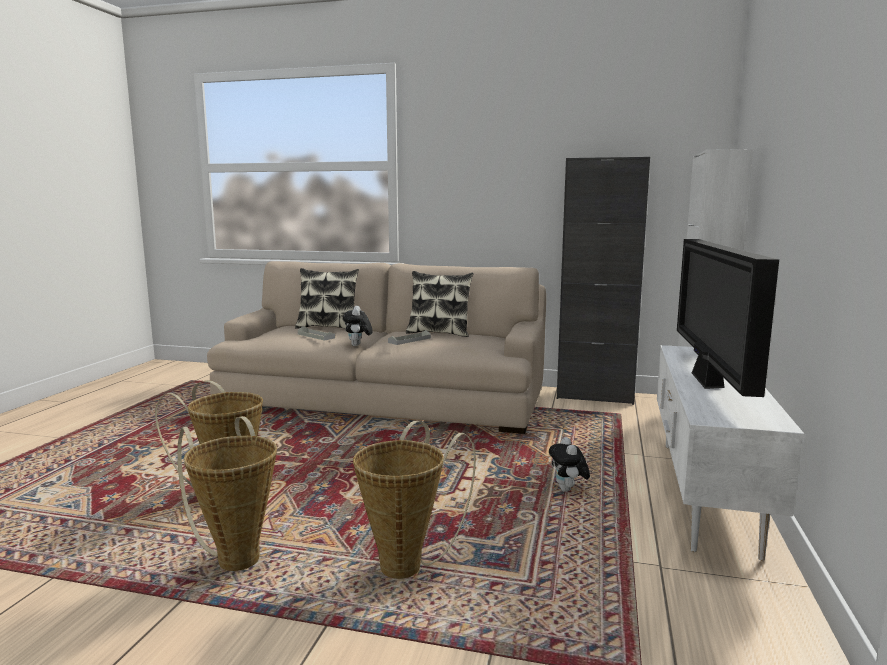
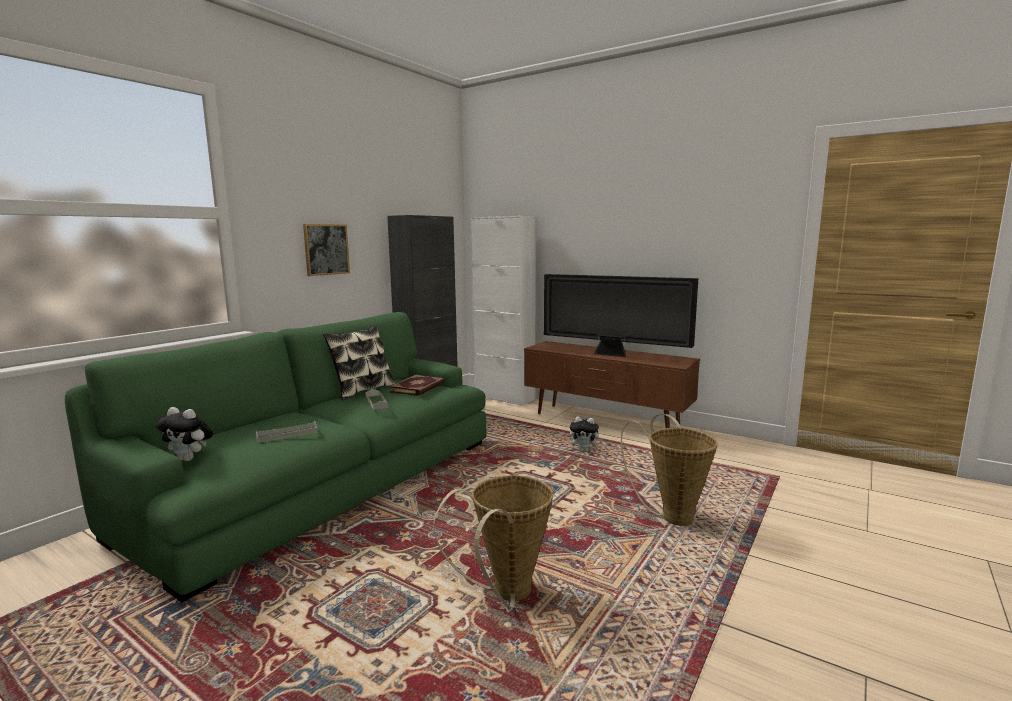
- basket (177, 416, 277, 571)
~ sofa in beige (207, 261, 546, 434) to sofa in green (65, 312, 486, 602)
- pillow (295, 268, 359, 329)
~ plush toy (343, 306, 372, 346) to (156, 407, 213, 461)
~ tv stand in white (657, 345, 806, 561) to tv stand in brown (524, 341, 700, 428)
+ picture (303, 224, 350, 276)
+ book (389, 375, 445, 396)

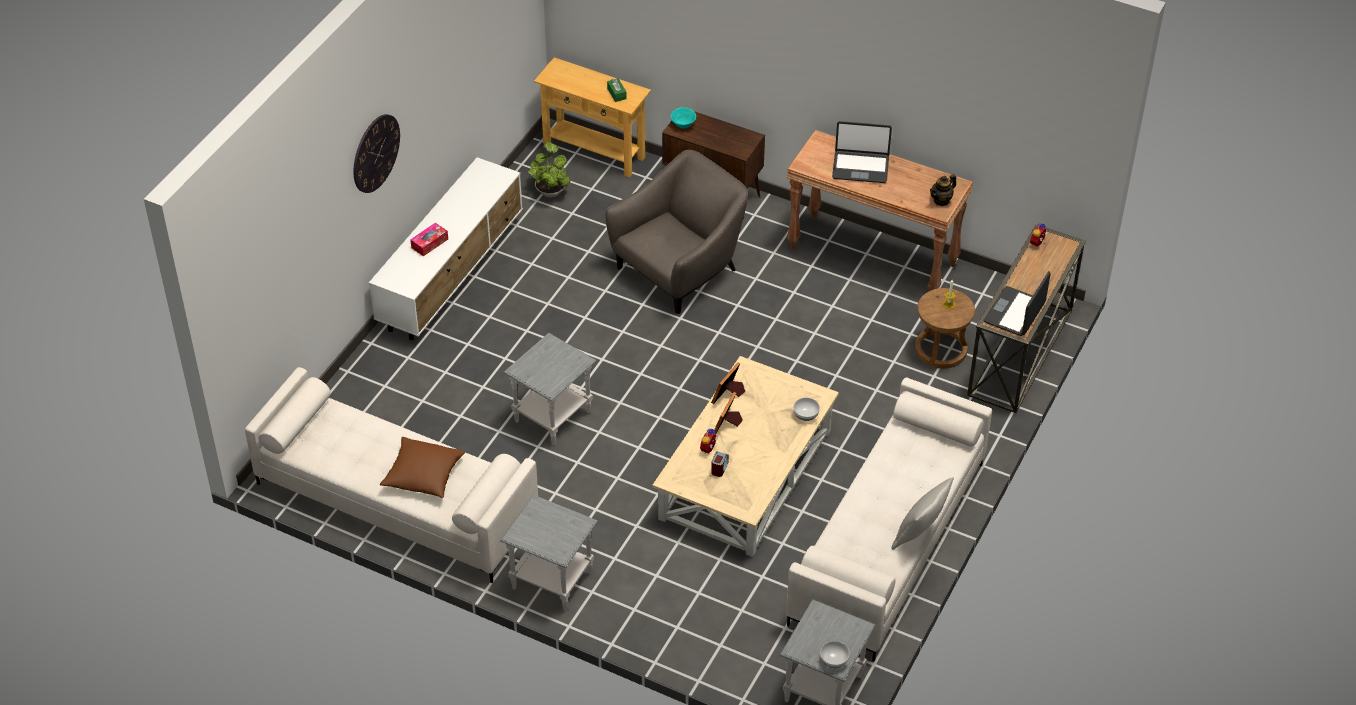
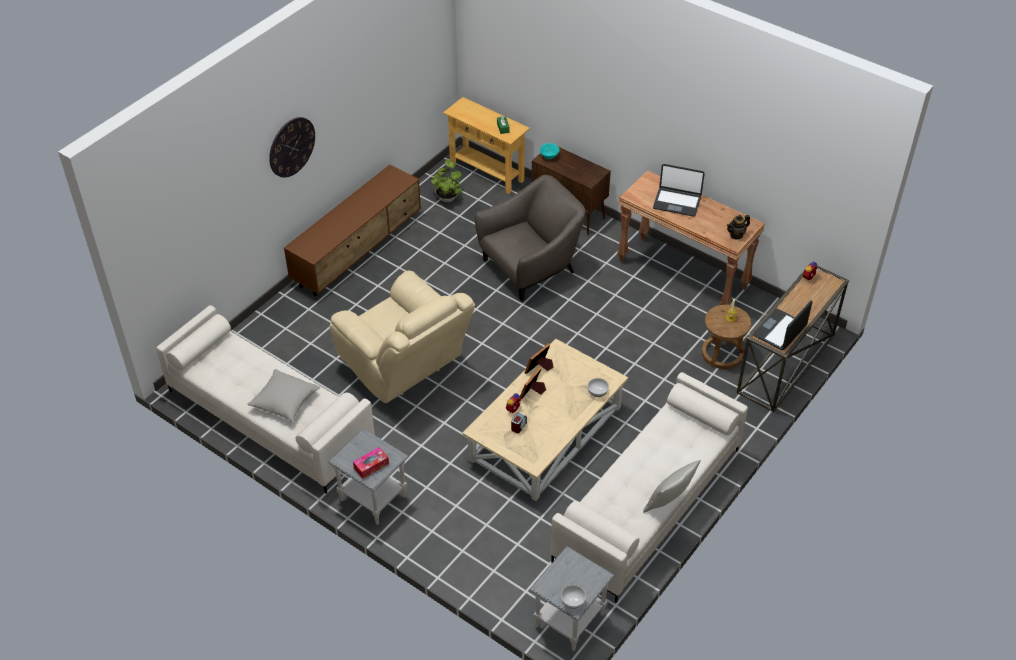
~ tv stand in white (369, 157, 523, 340) to tv stand in brown (284, 165, 421, 296)
~ pillow in brown (380, 437, 465, 498) to pillow in grey (247, 369, 320, 422)
~ tissue box (410, 223, 448, 256) to (353, 447, 389, 479)
~ side table in grey (503, 333, 597, 445) to armchair in beige (330, 271, 475, 403)

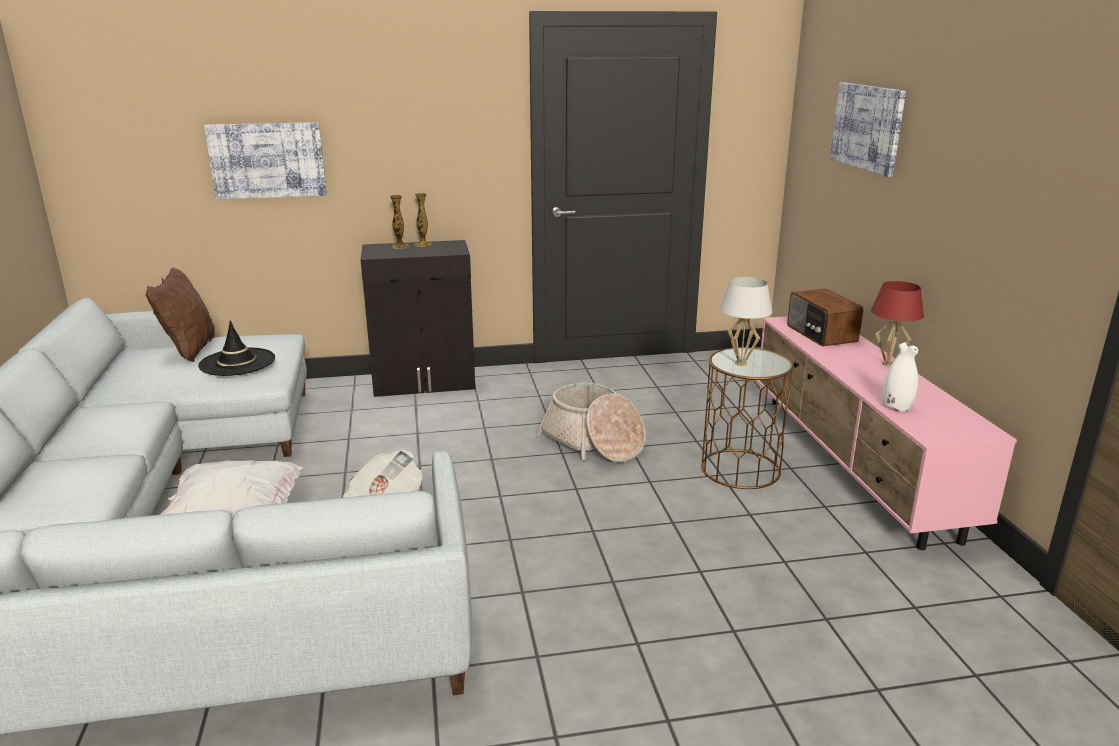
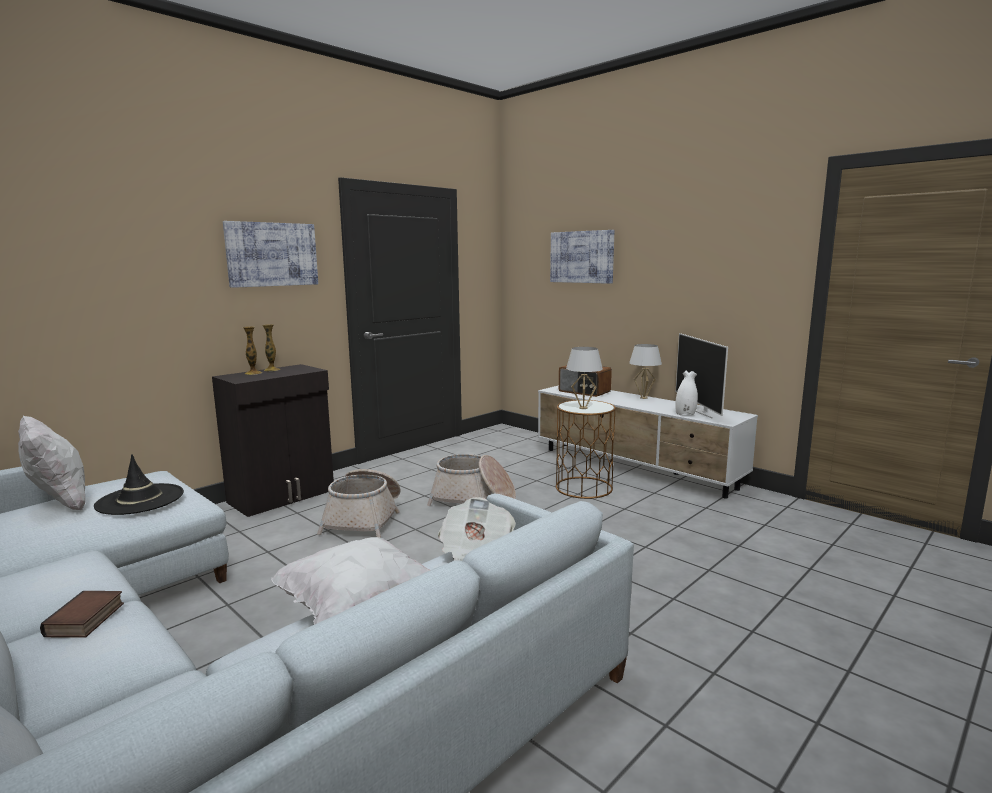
~ pillow in brown (146, 267, 215, 362) to pillow in white (18, 416, 85, 510)
~ picture (204, 122, 327, 199) to (223, 221, 318, 288)
~ tv stand in pink (757, 316, 1017, 550) to tv stand in white (538, 385, 758, 499)
~ table lamp in red (871, 281, 924, 367) to table lamp in white (629, 344, 662, 399)
+ book (40, 591, 124, 638)
+ basket (317, 469, 401, 538)
+ television (676, 333, 728, 419)

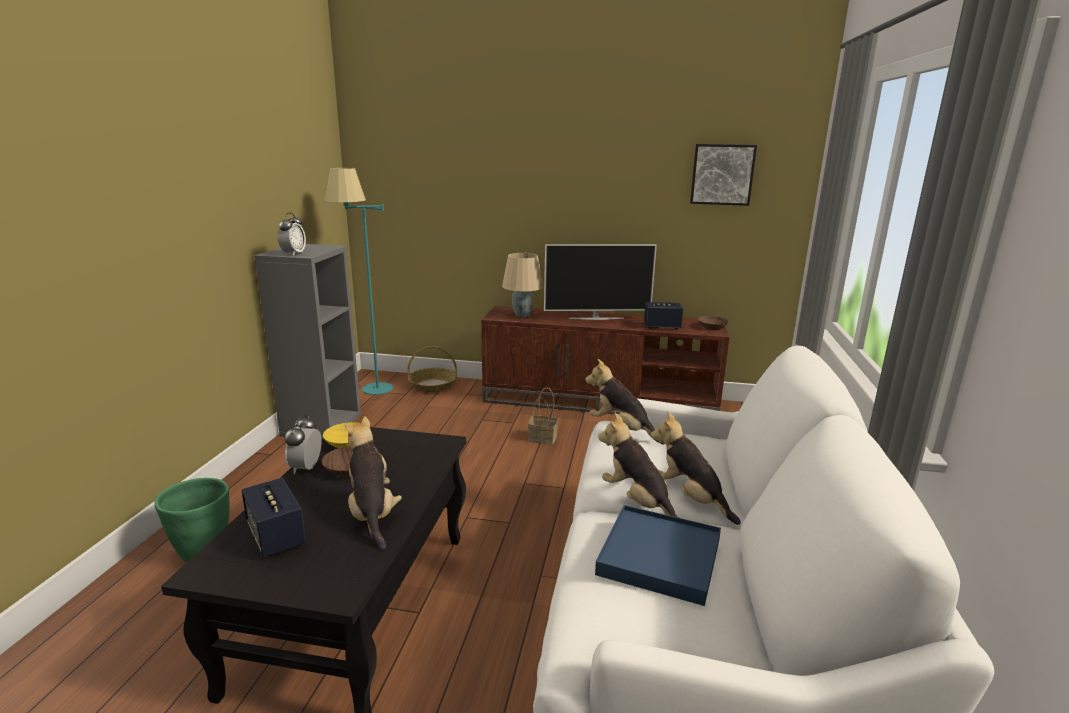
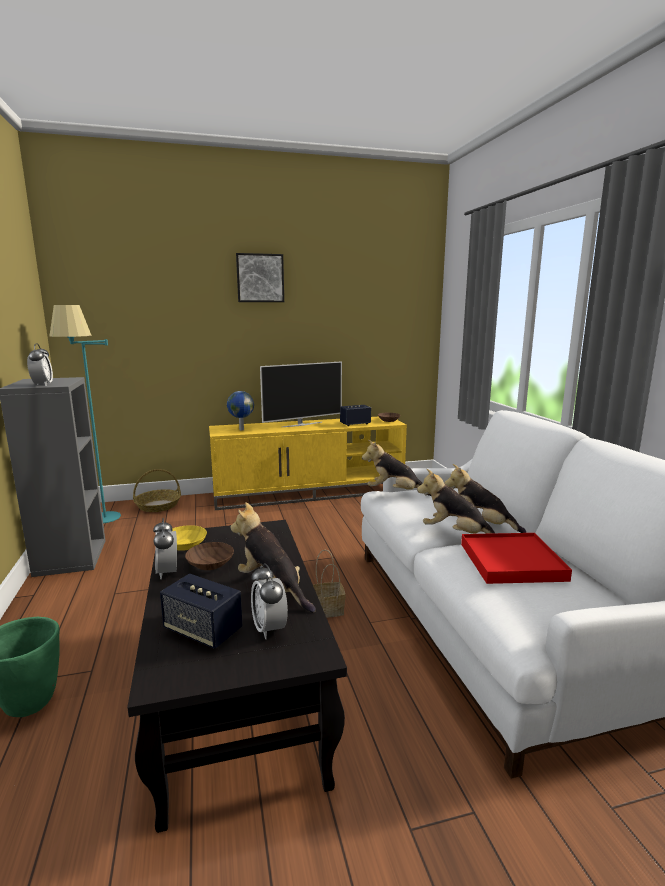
~ tv stand in brown (481, 306, 729, 415) to tv stand in yellow (209, 417, 407, 510)
~ table lamp in beige (502, 253, 543, 318) to globe (227, 391, 254, 430)
~ basket (528, 388, 558, 445) to (313, 550, 346, 618)
~ tray in blue (595, 505, 721, 606) to tray in red (461, 533, 572, 584)
~ picture (690, 144, 757, 206) to (236, 253, 284, 302)
+ alarm clock (251, 563, 288, 639)

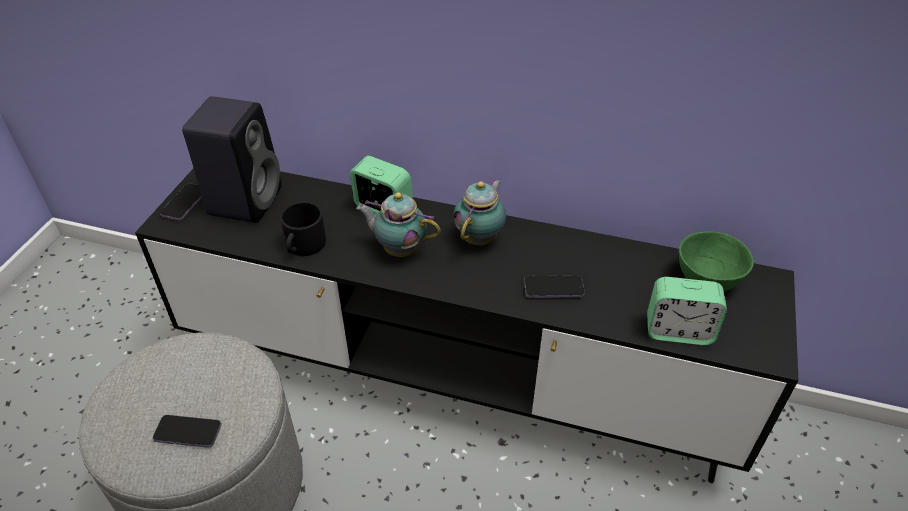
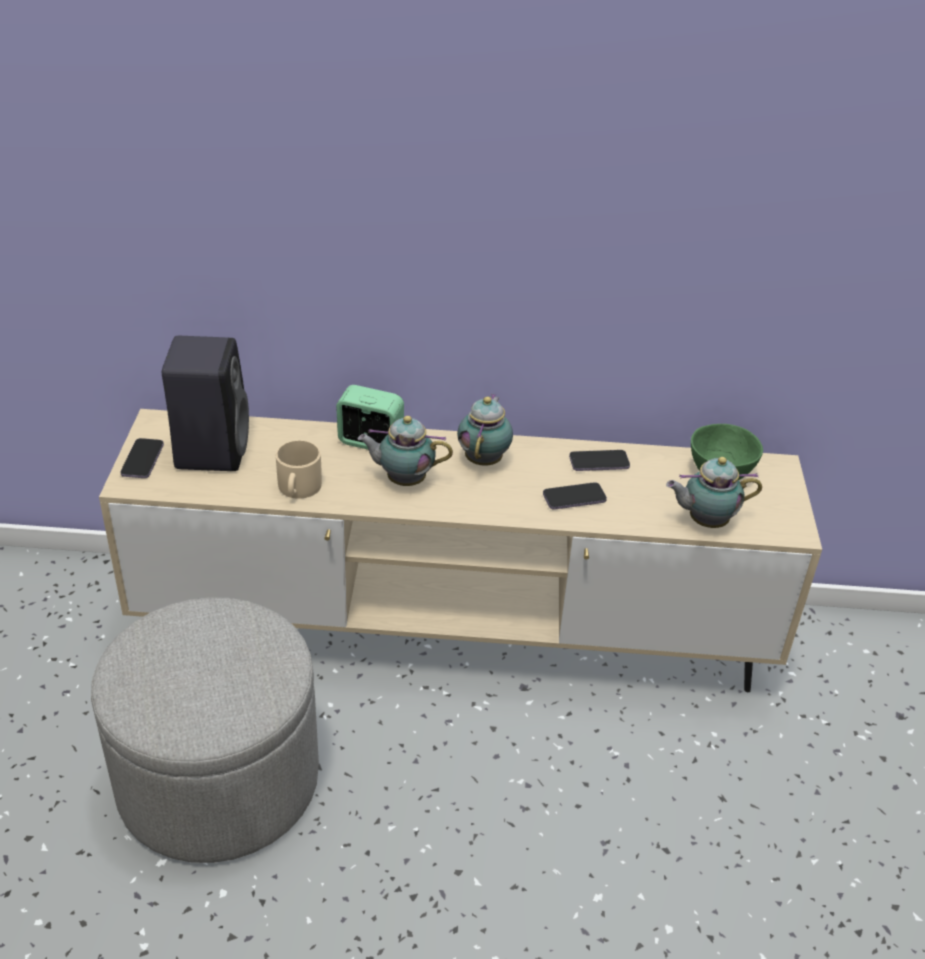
~ tv stand in black (135, 168, 799, 483) to tv stand in beige (99, 409, 822, 692)
~ phone (153, 415, 221, 448) to (569, 450, 630, 471)
~ mug in black (281, 203, 326, 256) to mug in beige (276, 441, 322, 499)
~ alarm clock (647, 277, 727, 345) to teapot (666, 457, 762, 528)

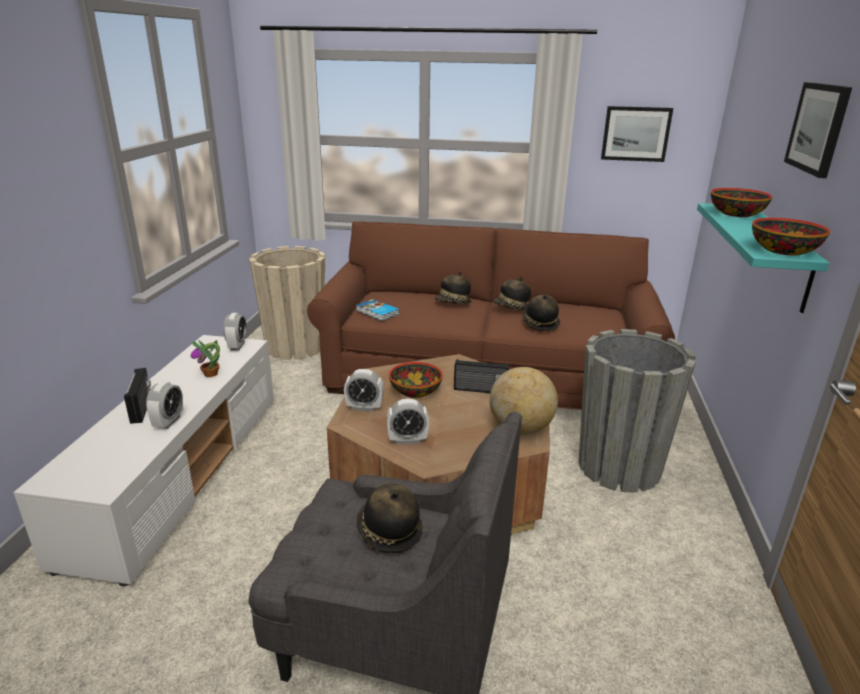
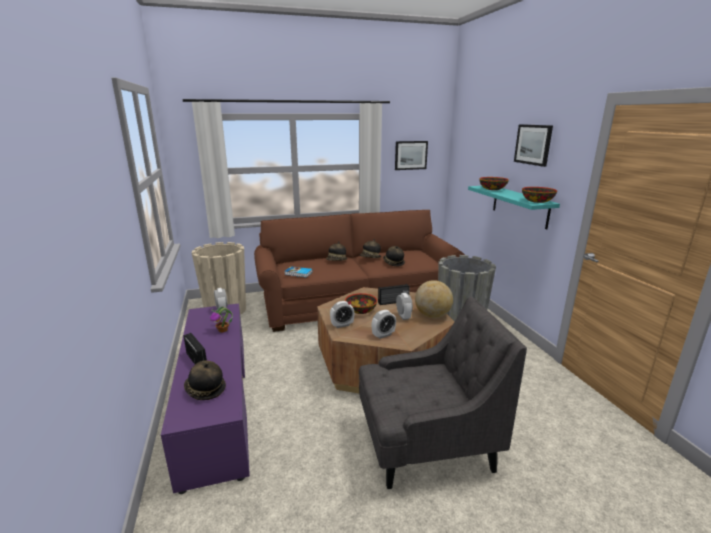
~ tv stand in white (13, 335, 274, 586) to tv stand in purple (161, 303, 250, 494)
~ alarm clock (146, 381, 183, 429) to (396, 293, 413, 320)
~ hat (357, 483, 423, 554) to (184, 360, 226, 400)

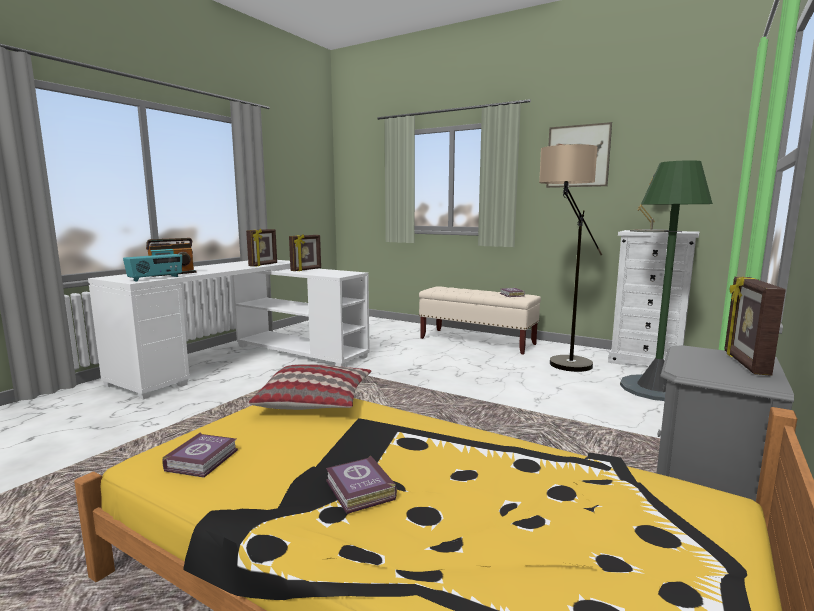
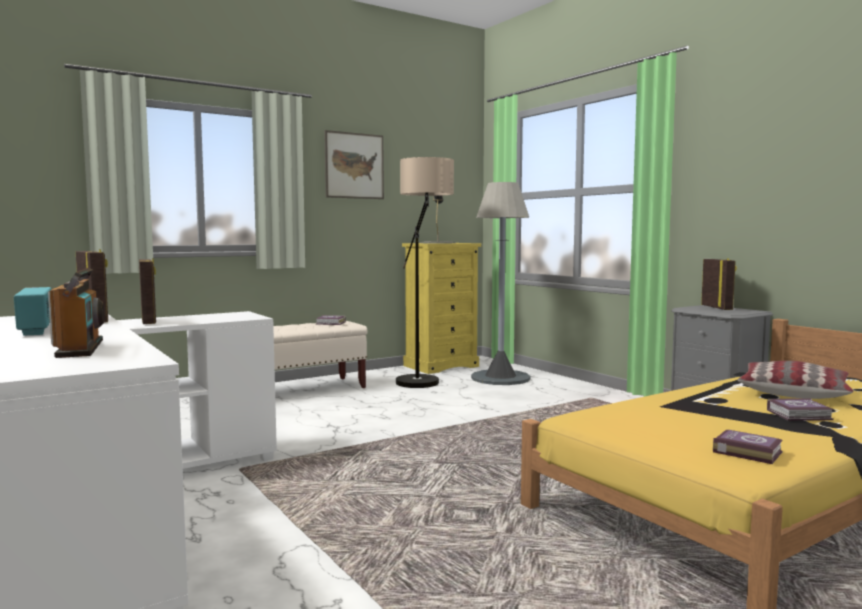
~ radio (123, 254, 182, 281) to (14, 287, 52, 336)
~ pillow (249, 364, 371, 410) to (738, 361, 853, 399)
~ dresser in white (608, 230, 700, 366) to dresser in yellow (402, 243, 481, 374)
~ floor lamp in green (620, 160, 713, 401) to floor lamp in grey (471, 182, 530, 385)
~ picture frame (725, 277, 786, 376) = (701, 258, 737, 310) 135 degrees counterclockwise

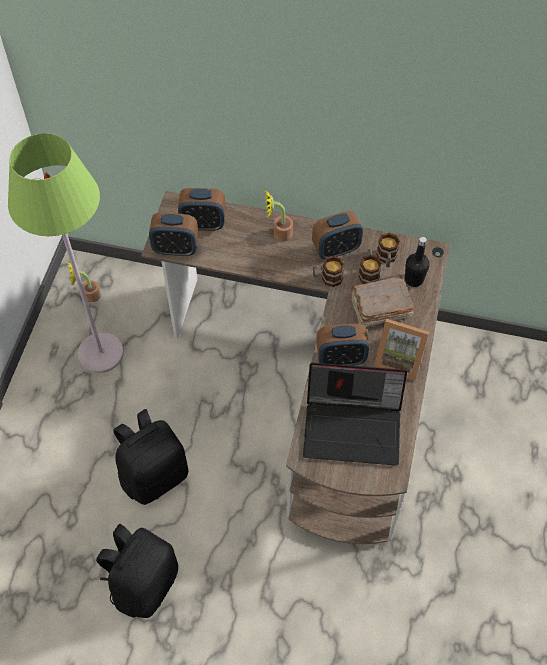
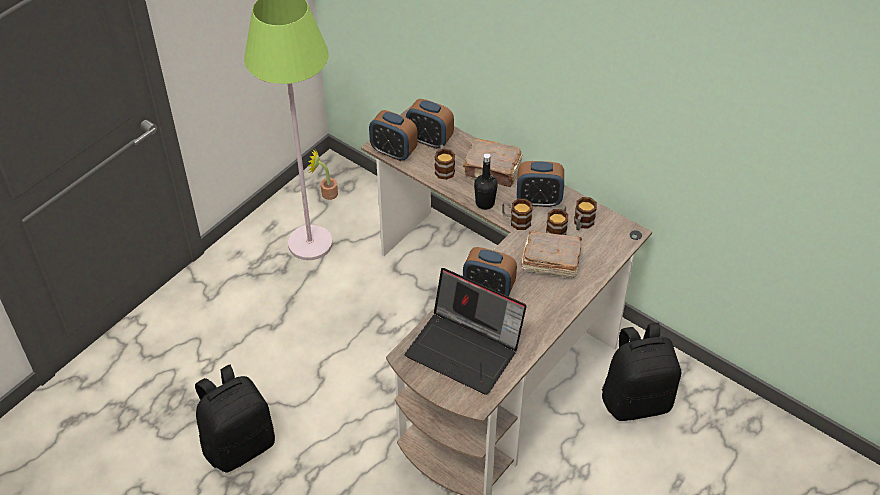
~ backpack in black (113, 409, 188, 505) to (602, 323, 682, 421)
~ potted plant (264, 190, 293, 241) to book in brown (463, 138, 523, 187)
- picture frame (374, 319, 429, 381)
~ bottle in black (405, 237, 430, 287) to (474, 153, 498, 210)
+ mug (435, 145, 455, 180)

